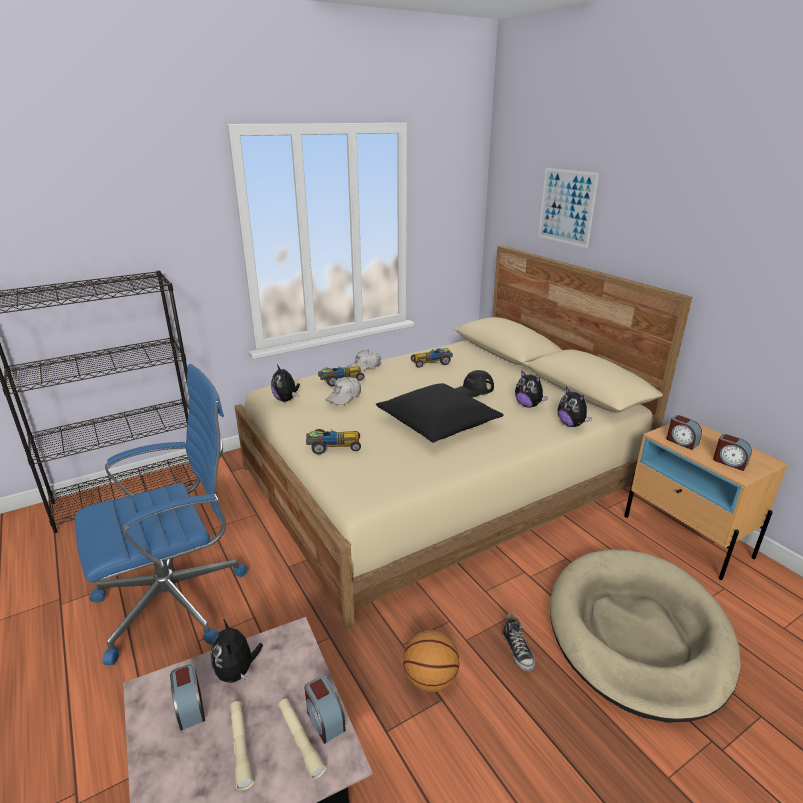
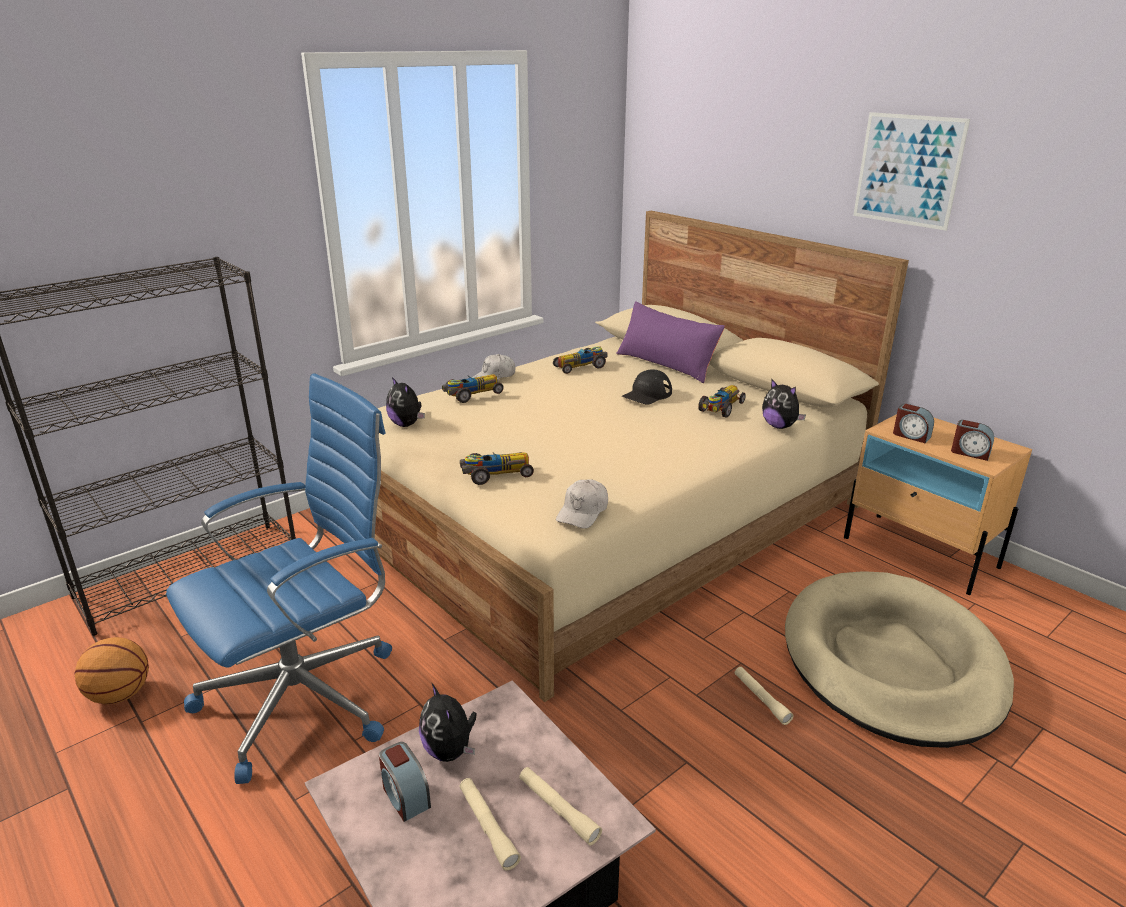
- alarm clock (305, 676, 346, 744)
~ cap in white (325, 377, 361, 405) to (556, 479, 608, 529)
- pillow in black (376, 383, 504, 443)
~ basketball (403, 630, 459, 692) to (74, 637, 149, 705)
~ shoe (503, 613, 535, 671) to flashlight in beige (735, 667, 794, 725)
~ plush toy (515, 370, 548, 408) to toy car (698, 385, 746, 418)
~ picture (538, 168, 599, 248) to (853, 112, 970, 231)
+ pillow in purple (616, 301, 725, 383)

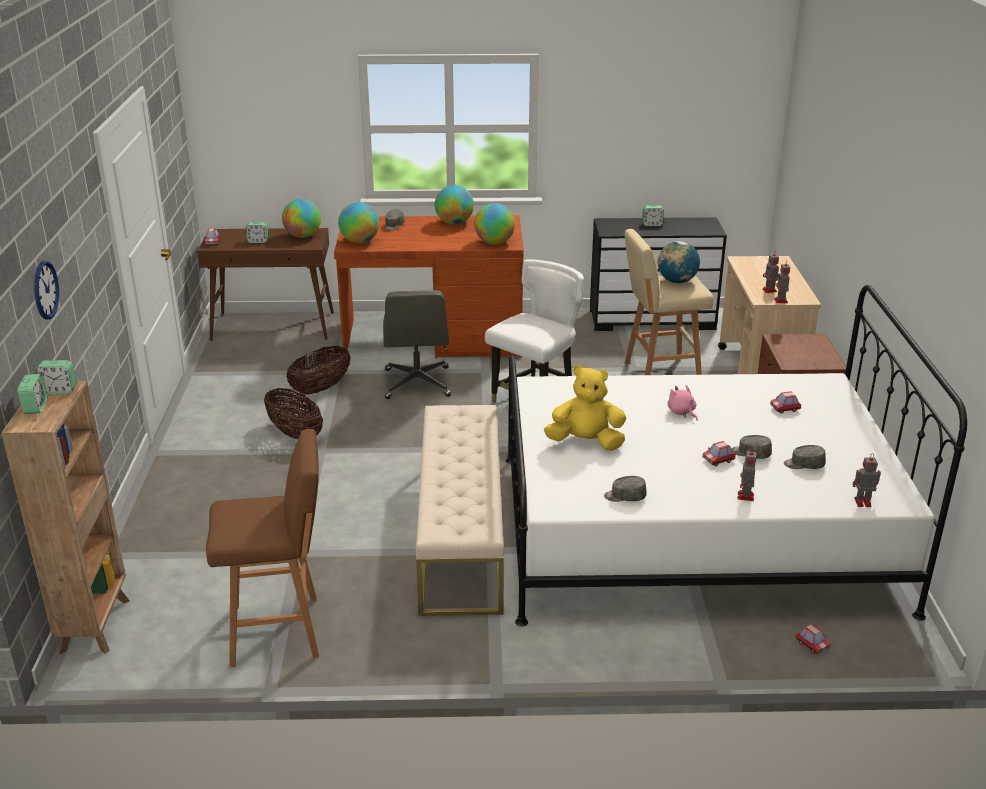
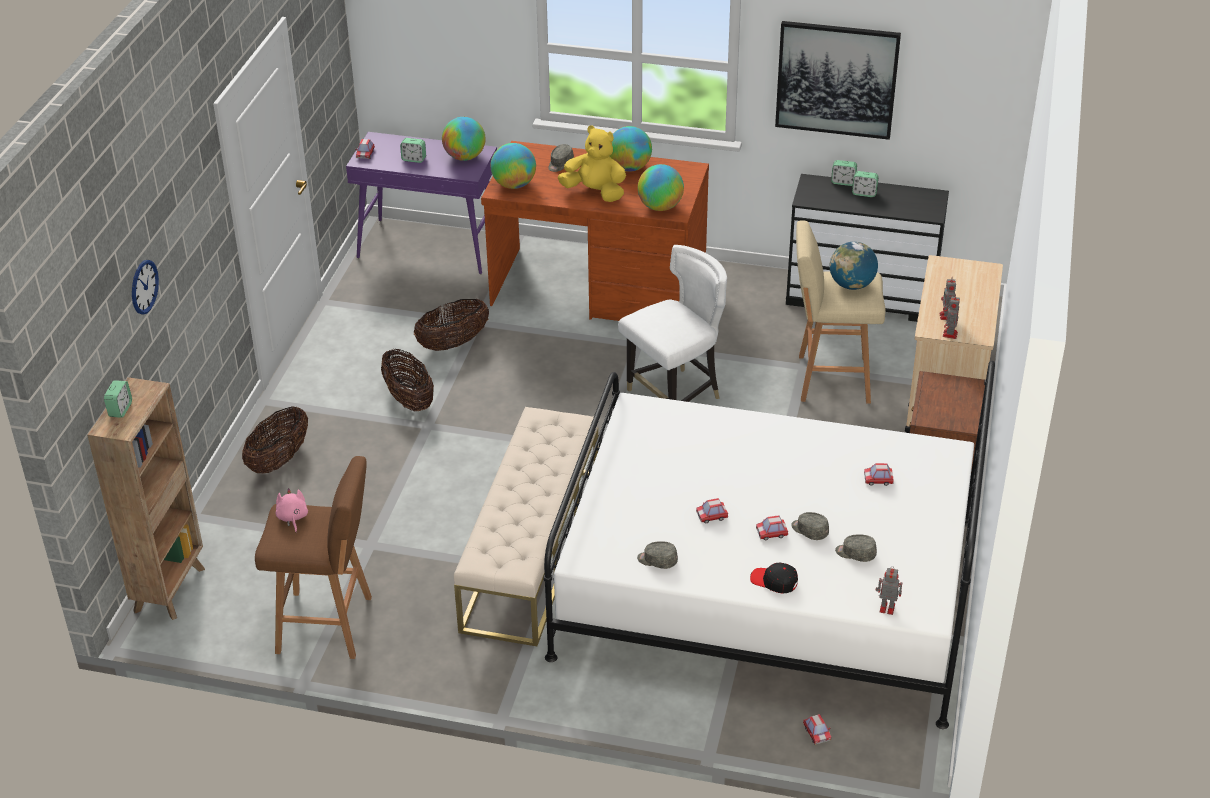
~ alarm clock (35, 360, 76, 394) to (831, 160, 857, 186)
~ console table in brown (197, 228, 334, 341) to console table in purple (346, 132, 497, 274)
- office chair in grey (383, 290, 451, 399)
~ plush toy in yellow (544, 365, 626, 451) to (558, 125, 626, 202)
~ plush toy in pink (668, 385, 698, 421) to (276, 488, 308, 532)
~ toy robot (738, 451, 756, 501) to cap in black (750, 563, 798, 593)
+ basket (242, 407, 308, 473)
+ toy car (696, 498, 728, 523)
+ picture (775, 21, 901, 140)

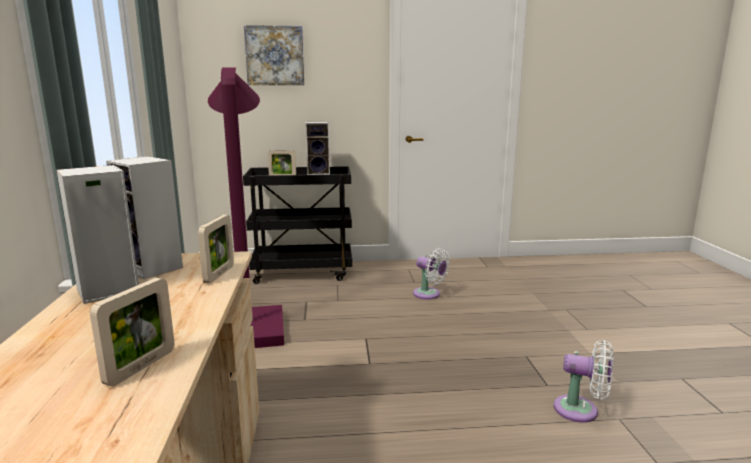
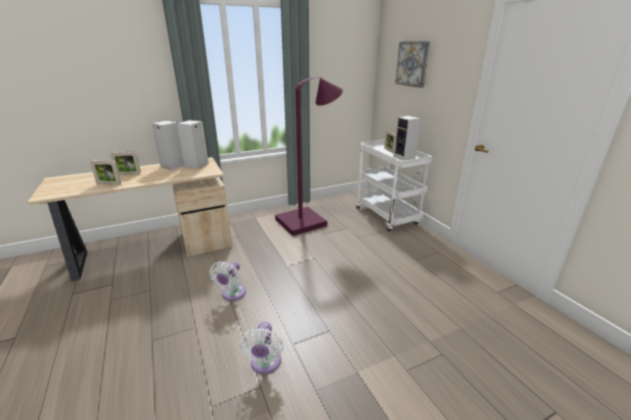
~ picture frame (198, 215, 234, 283) to (110, 152, 141, 176)
~ cart in black (243, 166, 352, 284) to cart in white (356, 140, 432, 231)
~ fan in white (413, 248, 450, 299) to (210, 261, 246, 301)

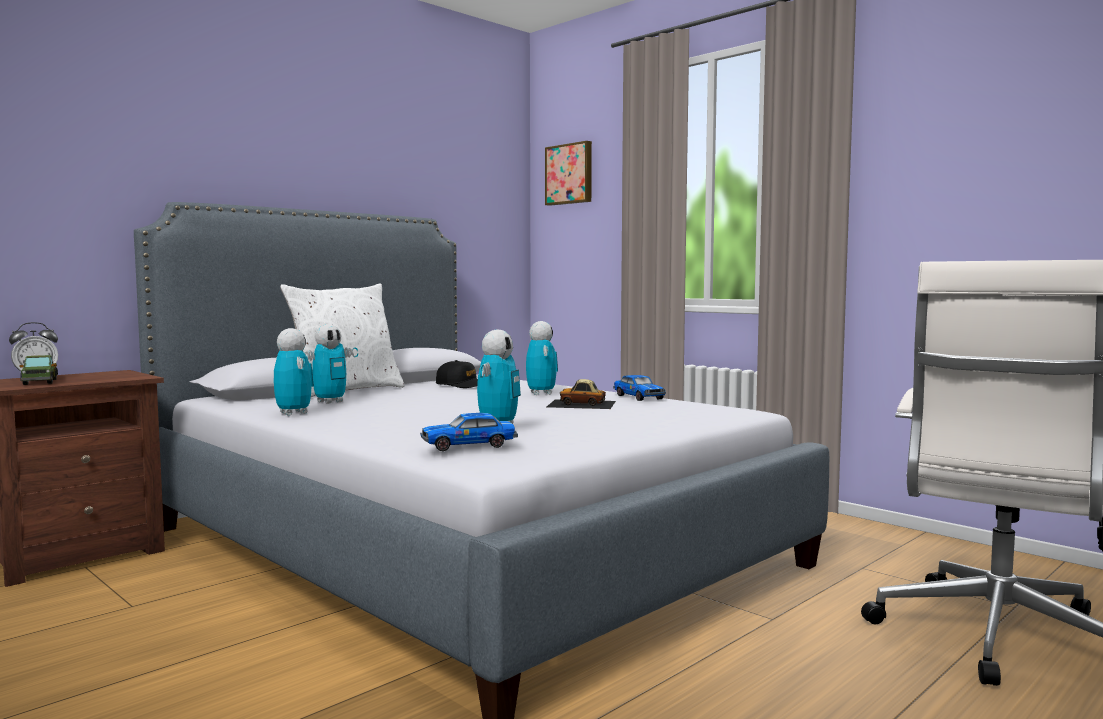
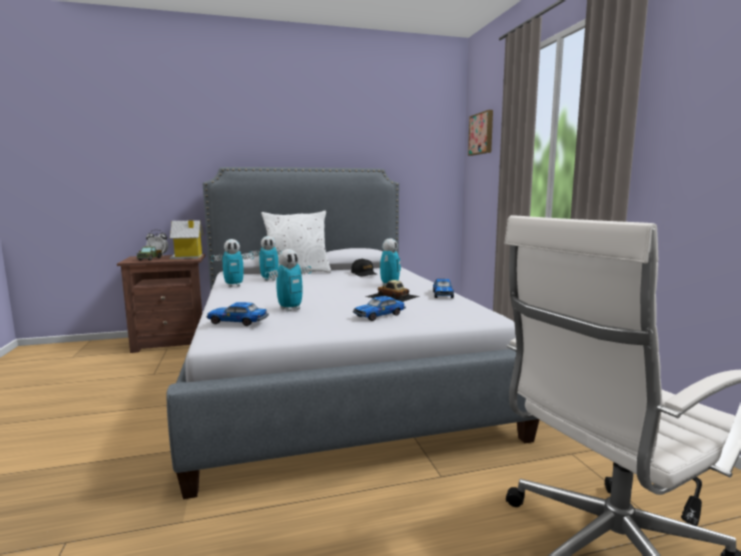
~ toy robot (274, 328, 314, 416) = (211, 239, 254, 287) 75 degrees clockwise
+ toy house (170, 220, 204, 259)
+ toy car (353, 296, 406, 321)

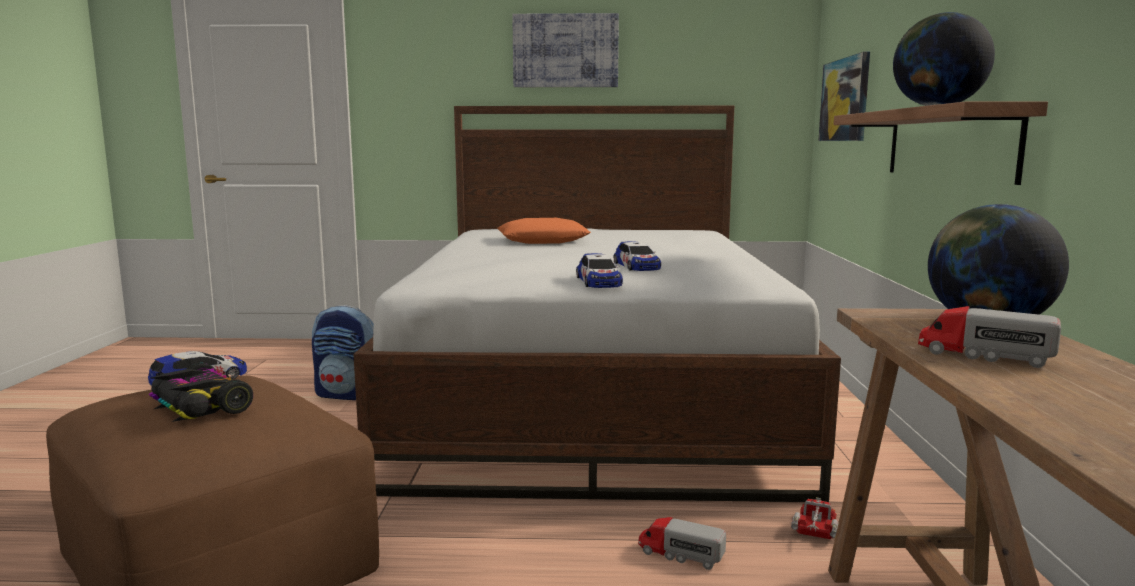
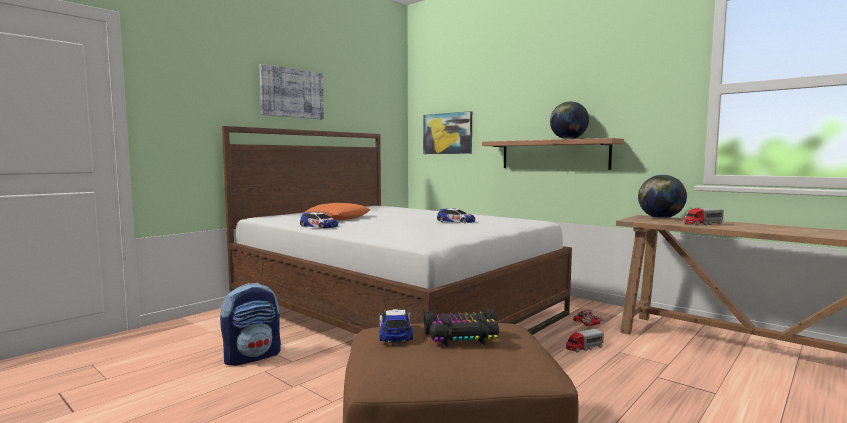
~ toy car (576, 253, 623, 288) to (300, 212, 338, 229)

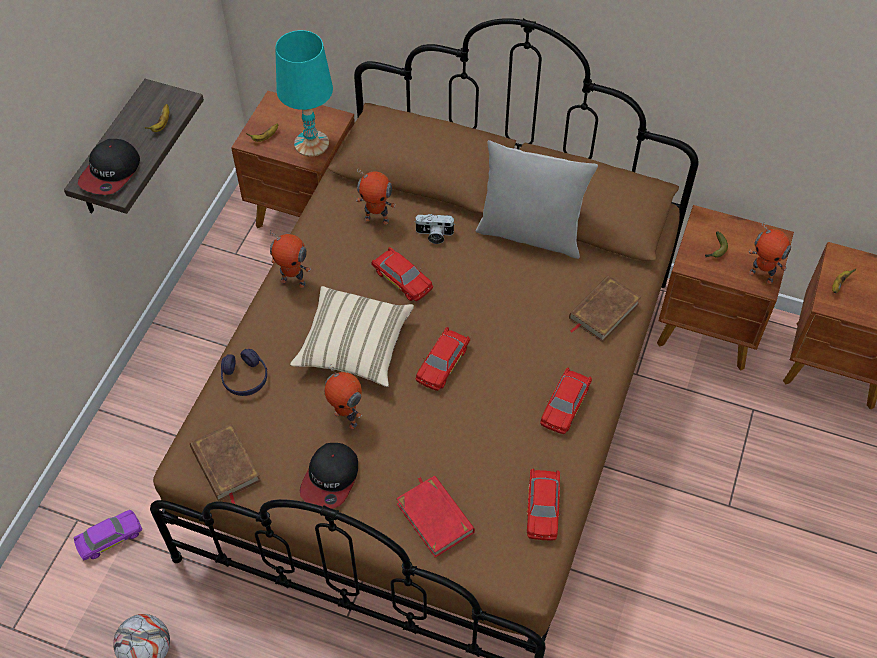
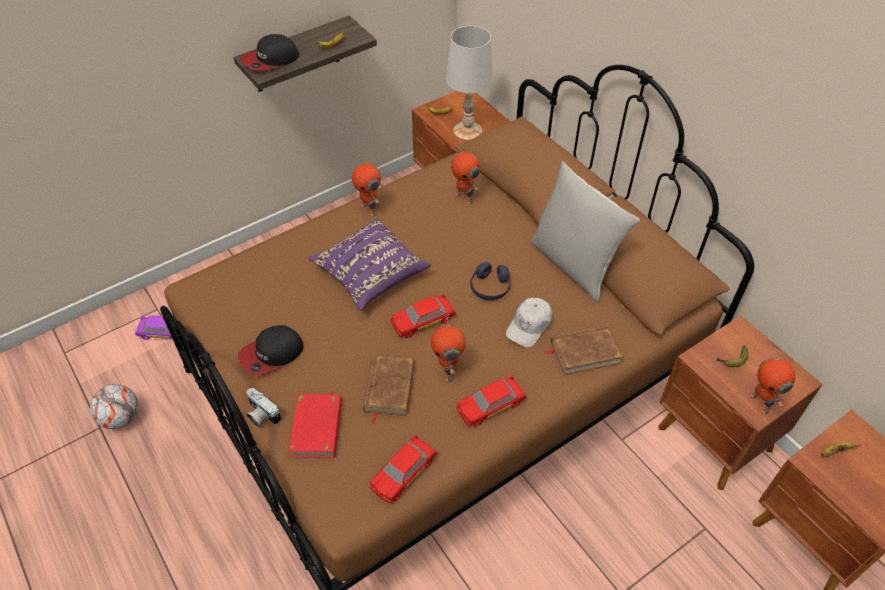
~ book in brown (190, 424, 261, 504) to (363, 354, 414, 424)
~ headphones in purple (221, 349, 267, 396) to (470, 262, 511, 300)
~ table lamp in turquoise (275, 30, 333, 157) to table lamp in white (446, 26, 493, 141)
~ pillow in beige (290, 286, 414, 387) to pillow in purple (309, 218, 431, 311)
~ toy robot (324, 364, 362, 429) to (431, 315, 466, 383)
- toy car in red (371, 247, 433, 302)
~ photo camera (414, 214, 454, 244) to (247, 388, 281, 427)
+ cap in white (506, 298, 552, 347)

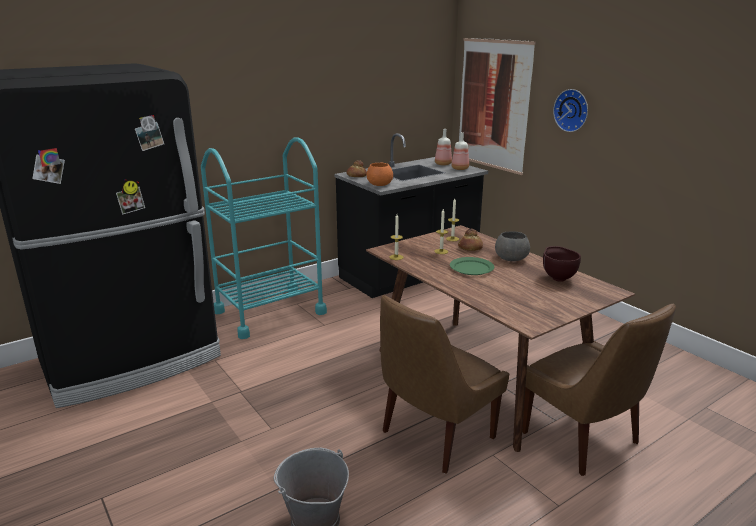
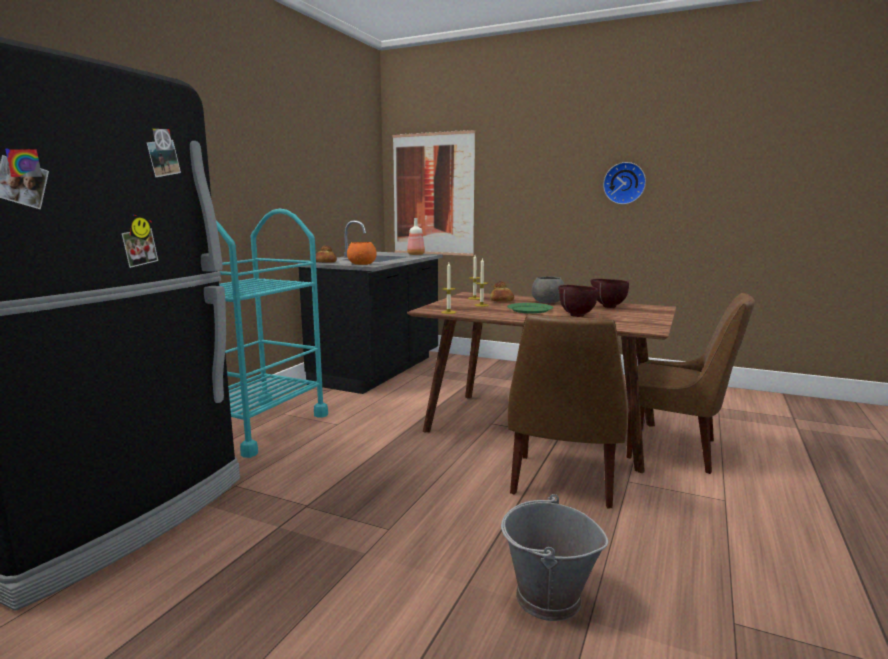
- bottle (435, 129, 452, 166)
~ wall clock (553, 89, 588, 132) to (603, 162, 646, 204)
+ bowl in brown (558, 285, 598, 317)

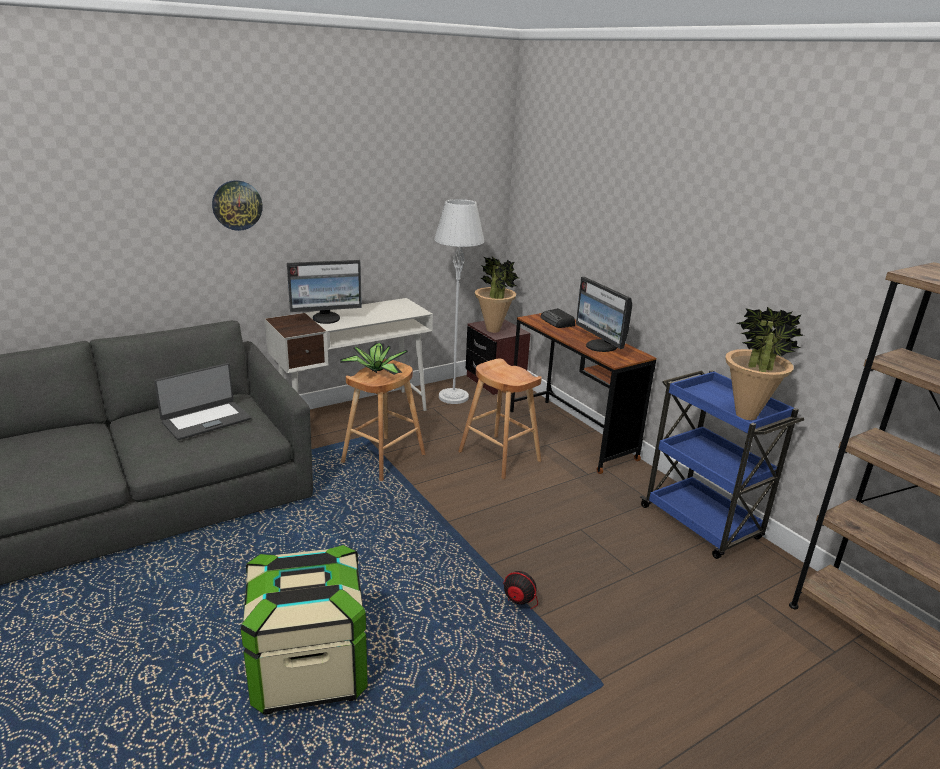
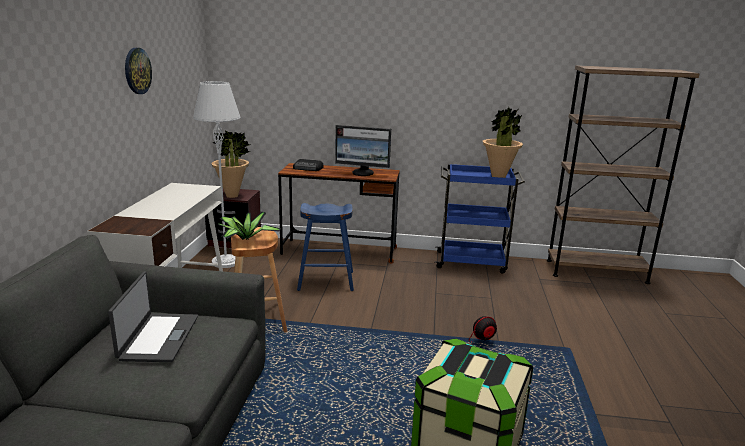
~ wall clock (212, 180, 263, 231) to (125, 48, 152, 94)
- monitor (287, 260, 362, 324)
~ stool in brown (458, 358, 542, 479) to stool in blue (297, 203, 354, 291)

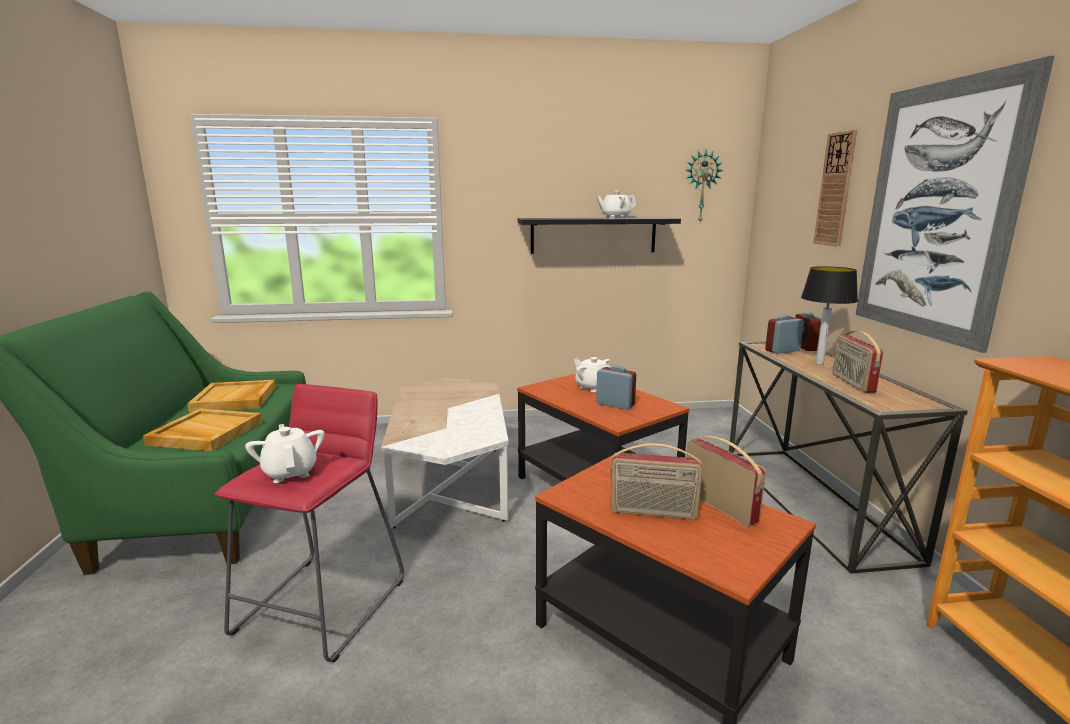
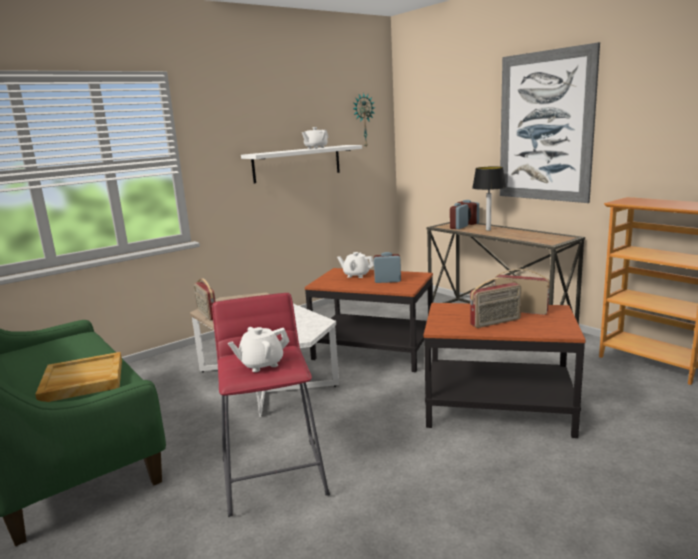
- tray in beige (187, 380, 276, 412)
~ teapot in white (245, 424, 325, 483) = (228, 327, 290, 372) 60 degrees counterclockwise
~ shelf in black (518, 217, 681, 254) to shelf in white (241, 145, 362, 184)
- wall clock (814, 130, 857, 247)
~ radio (832, 331, 883, 393) to (194, 278, 216, 321)

